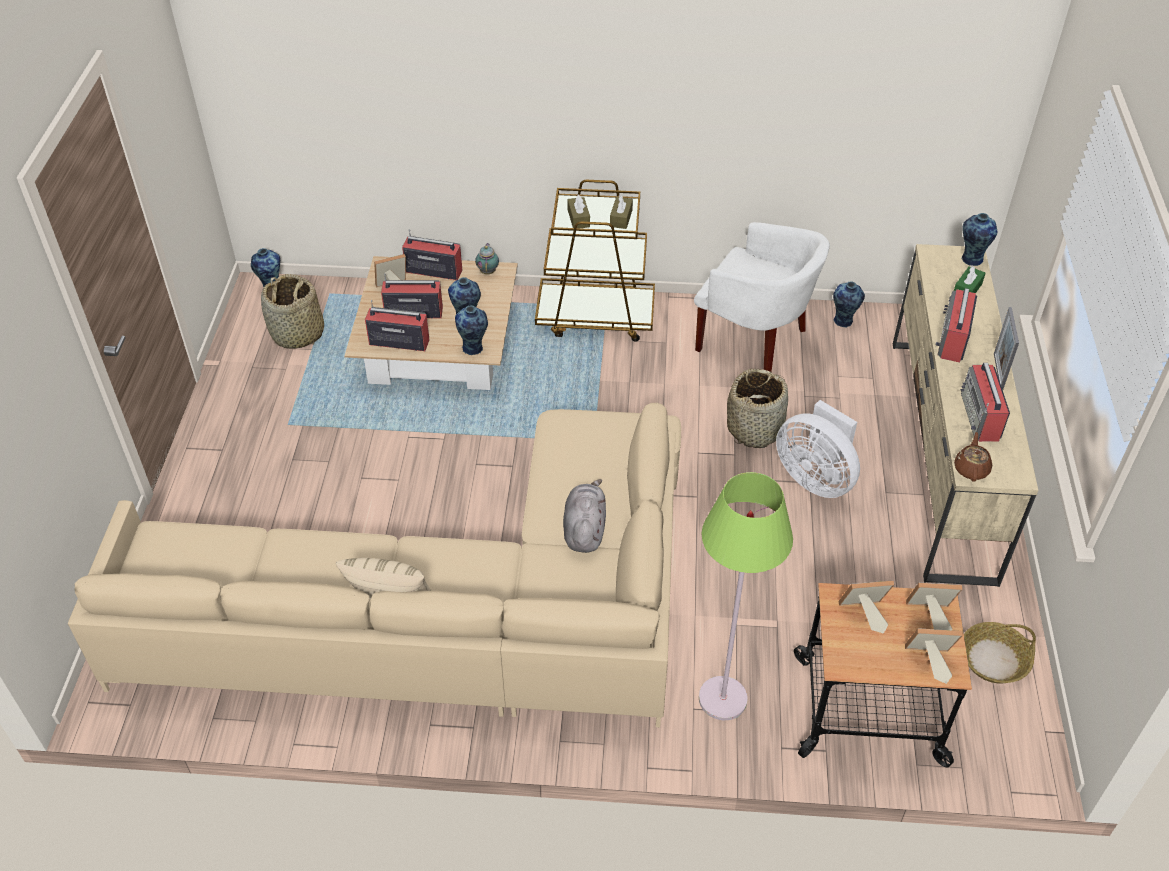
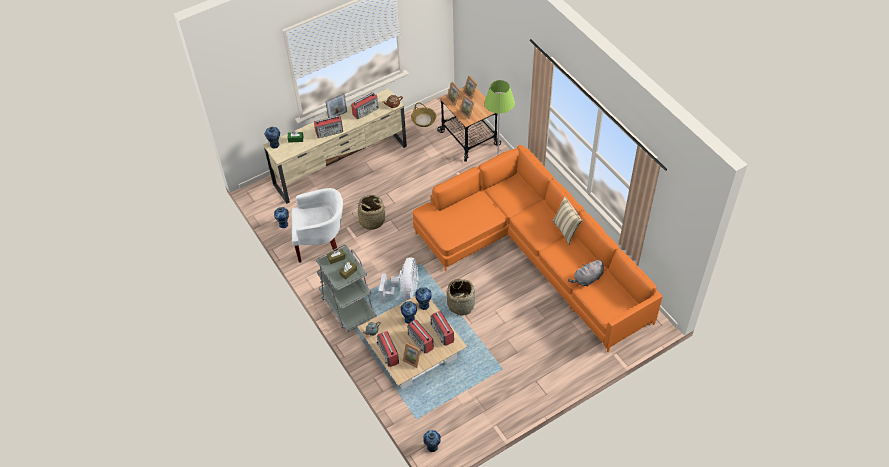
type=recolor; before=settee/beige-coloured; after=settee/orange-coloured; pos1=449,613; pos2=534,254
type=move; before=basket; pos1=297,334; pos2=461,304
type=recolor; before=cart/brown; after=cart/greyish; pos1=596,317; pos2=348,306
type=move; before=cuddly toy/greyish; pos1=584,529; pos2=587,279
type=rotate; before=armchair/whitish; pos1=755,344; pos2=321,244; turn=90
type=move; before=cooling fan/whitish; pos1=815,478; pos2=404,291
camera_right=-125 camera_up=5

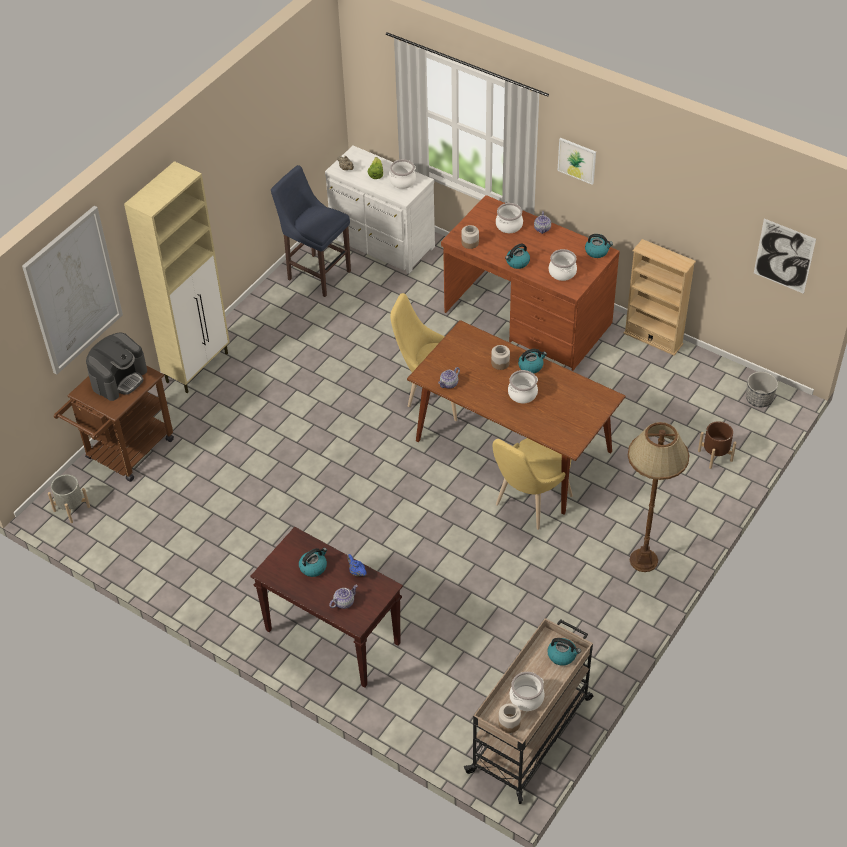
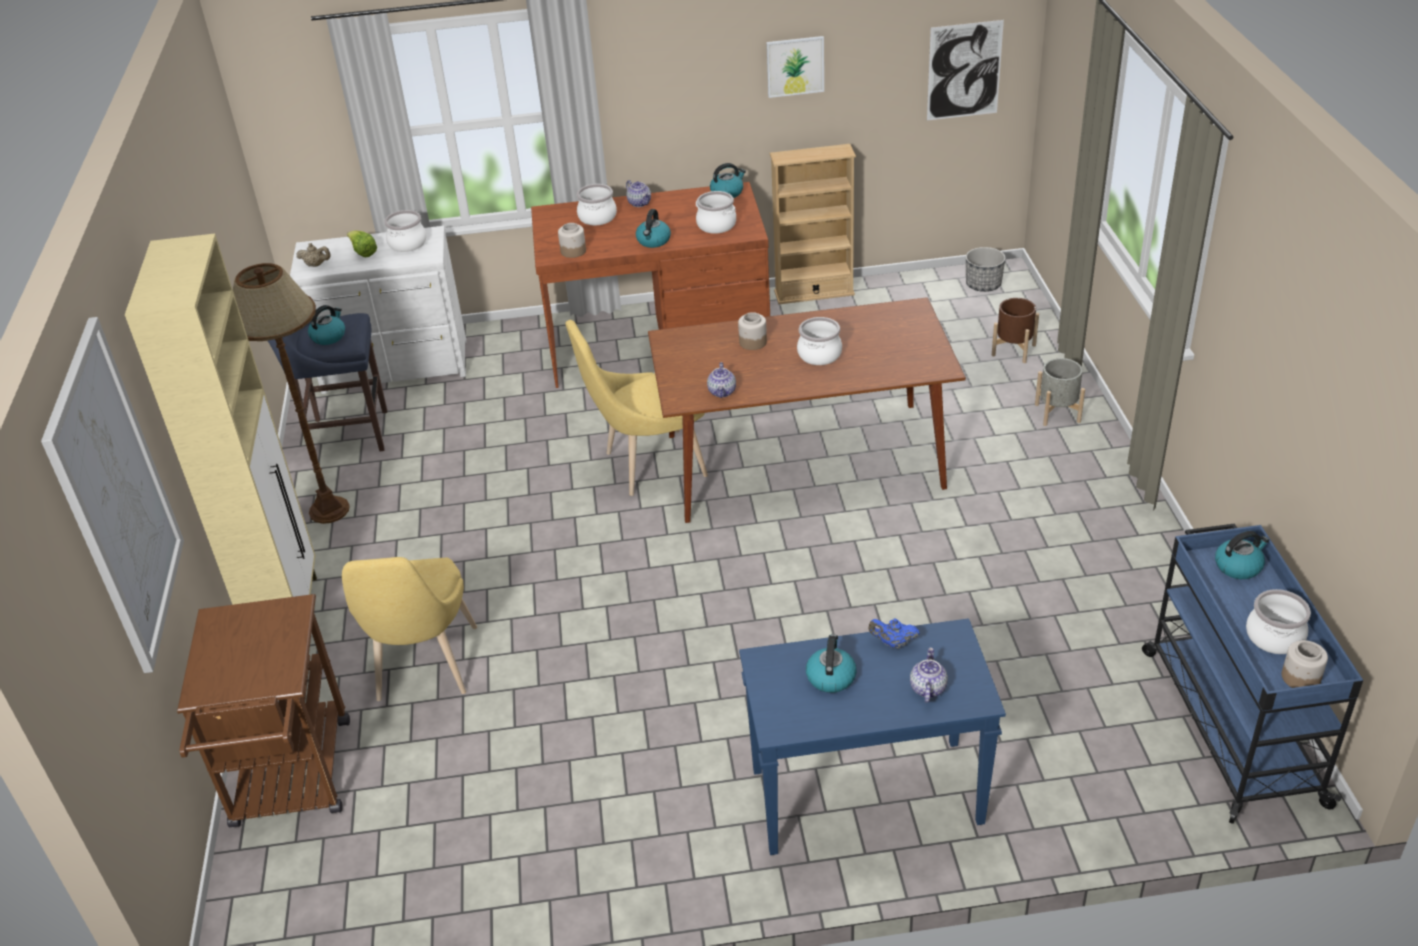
type=move; before=planter/greyish; pos1=71,509; pos2=1057,413
type=delete; before=coffee machine; pos1=119,378
type=recolor; before=narrow table/brown; after=narrow table/blue-coloured; pos1=331,637; pos2=864,798
type=recolor; before=cart/beige-coloured; after=cart/blue-coloured; pos1=531,733; pos2=1230,724
type=move; before=plain chair/yellow; pos1=529,503; pos2=424,670
type=move; before=tea kettle; pos1=531,366; pos2=328,336
type=move; before=wall art; pos1=577,160; pos2=795,66
type=move; before=floor lamp/brown; pos1=643,560; pos2=329,510
camera_right=-40 camera_up=-10

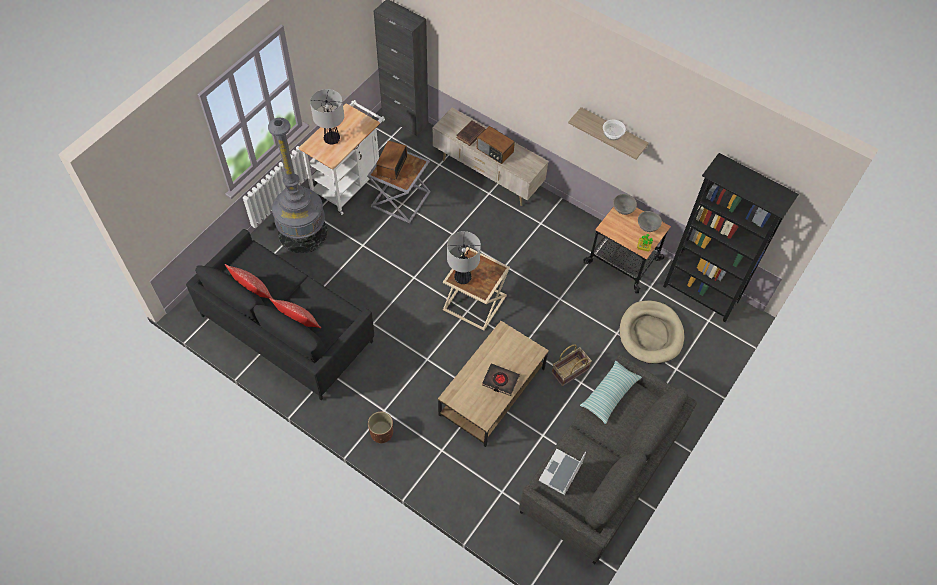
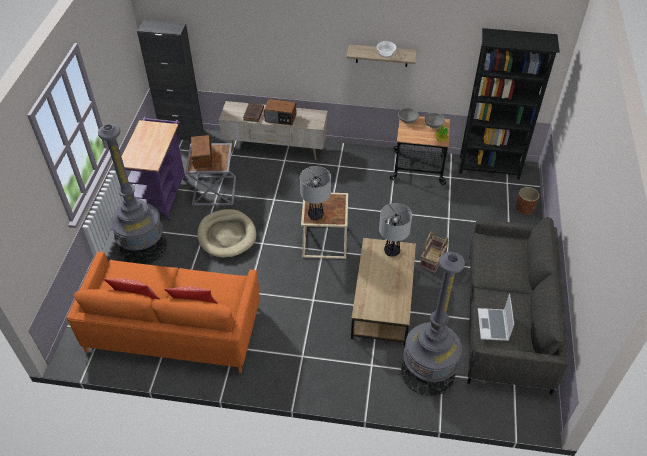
type=recolor; before=settee/black; after=settee/orange-coloured; pos1=287,328; pos2=174,328
type=recolor; before=cart/whitish; after=cart/purplish; pos1=349,182; pos2=162,194
type=move; before=table lamp; pos1=331,139; pos2=392,252
type=move; before=planter/brown; pos1=381,433; pos2=524,208
type=delete; before=volume/black; pos1=500,381
type=delete; before=throw pillow; pos1=609,394
type=move; before=pet bed/beige-coloured; pos1=650,334; pos2=227,235
type=insert; after=floor lamp/greyish; pos2=428,371
camera_right=-25 camera_up=-10

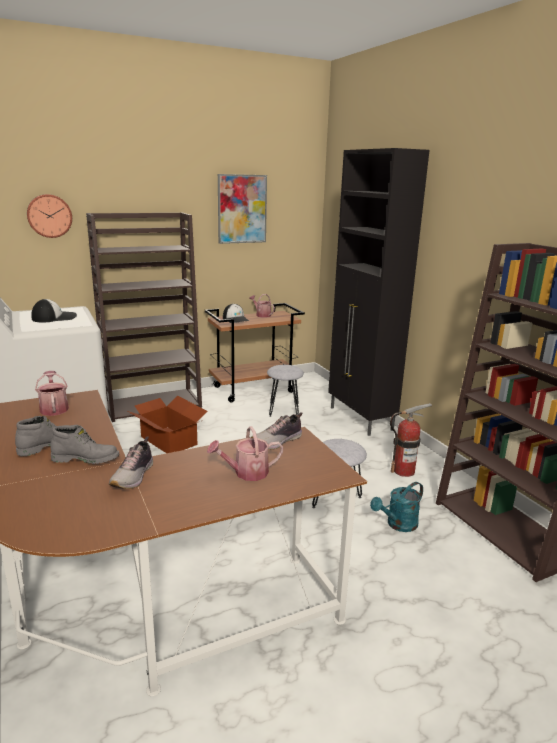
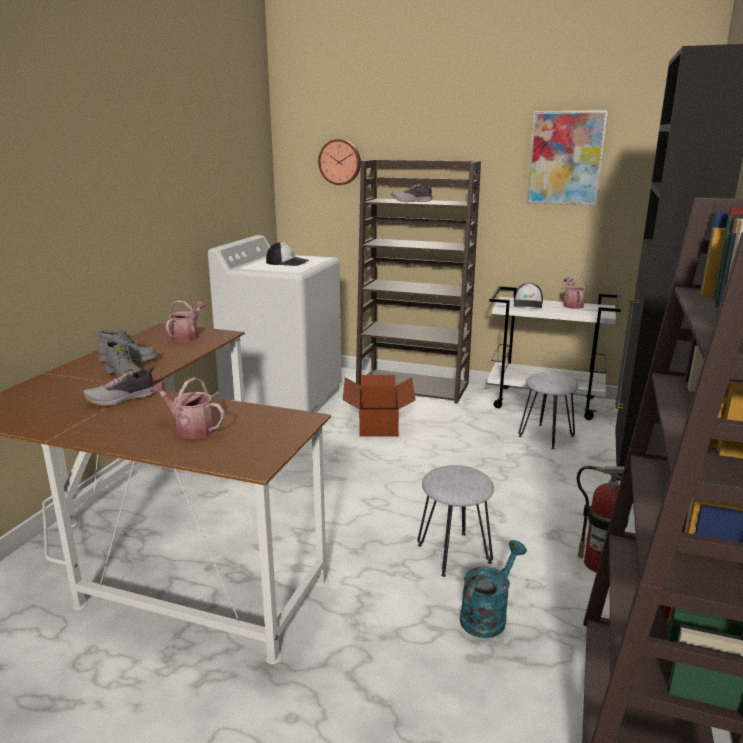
type=recolor; before=cart/brown; after=cart/whitish; pos1=254,389; pos2=545,403
type=move; before=shoe; pos1=278,441; pos2=412,201
type=rotate; before=watering pot/turquoise-coloured; pos1=398,525; pos2=487,615; turn=120
camera_right=45 camera_up=0

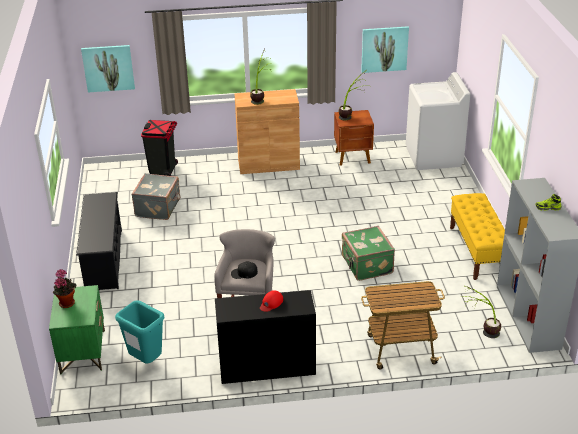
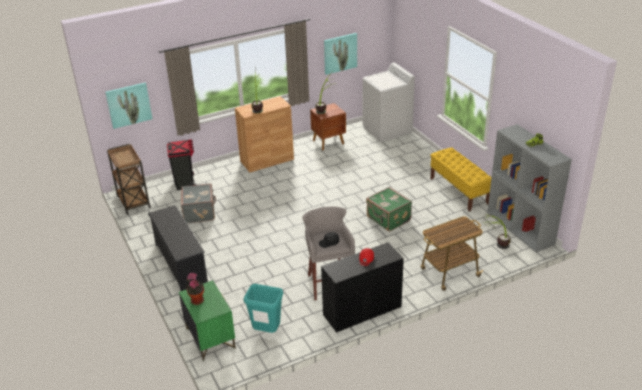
type=insert; after=cart/brown; pos2=133,201
camera_right=-20 camera_up=0

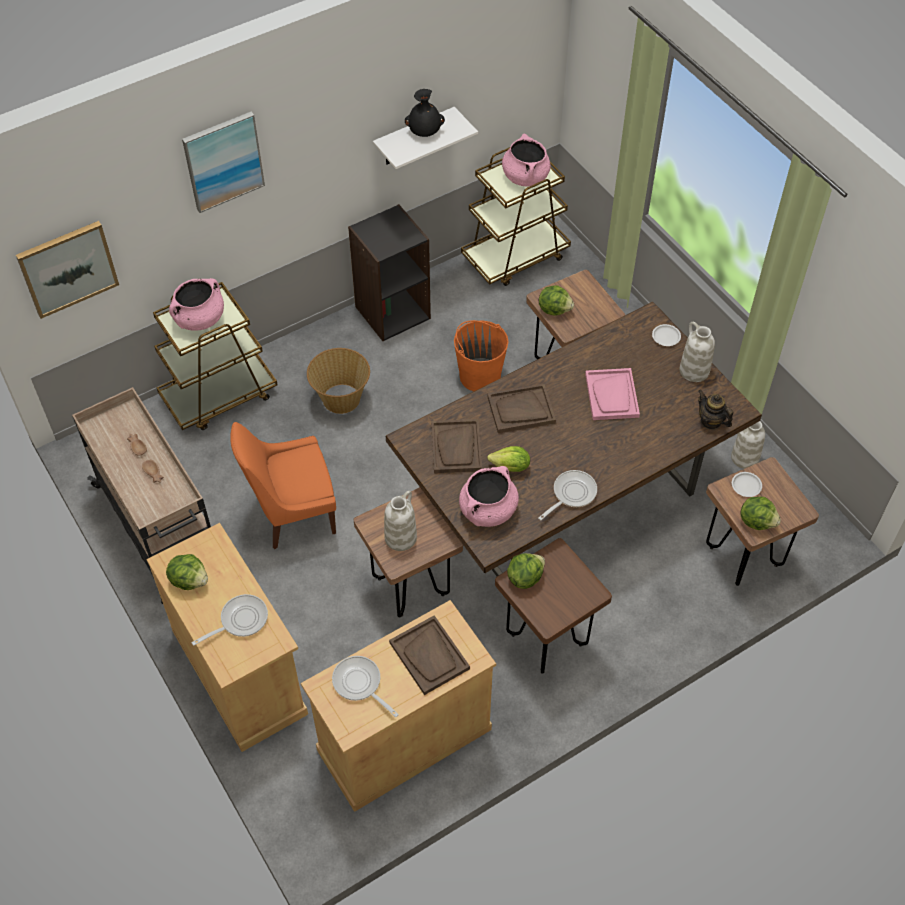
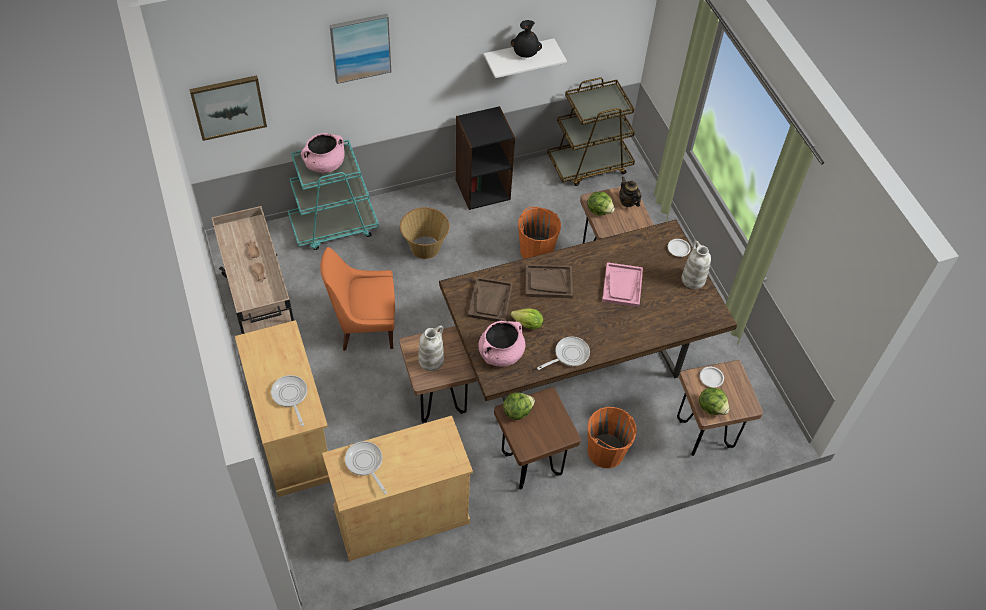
type=recolor; before=cart/brown; after=cart/turquoise-coloured; pos1=220,395; pos2=334,226
type=delete; before=lettuce; pos1=189,580
type=rotate; before=skillet; pos1=240,620; pos2=290,396; turn=-90
type=delete; before=carrying tray/brown; pos1=429,656
type=delete; before=saucepot/pinkish; pos1=525,177
type=move; before=teapot; pos1=711,421; pos2=628,201
type=delete; before=flower vase/whitish; pos1=744,458
type=insert; after=pail/orange-coloured; pos2=606,452
camera_right=10 camera_up=0

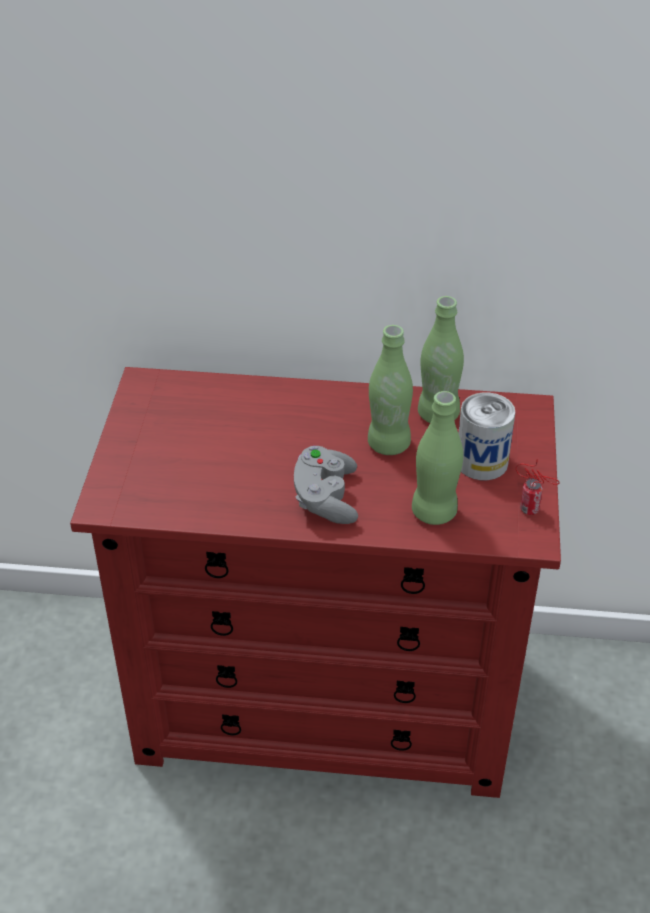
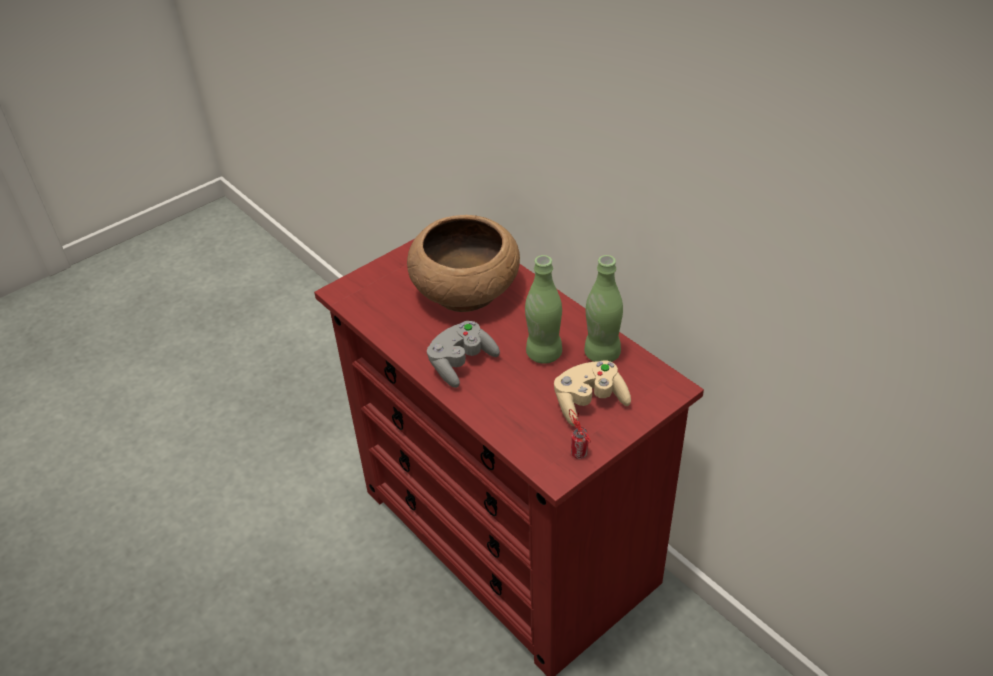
type=delete; before=beverage bottle/green-coloured; pos1=434,512
type=replace; before=sealed can; after=game controller/beige-coloured; pos1=481,462; pos2=589,402
type=insert; after=deep dish/brown; pos2=467,291
camera_right=45 camera_up=0

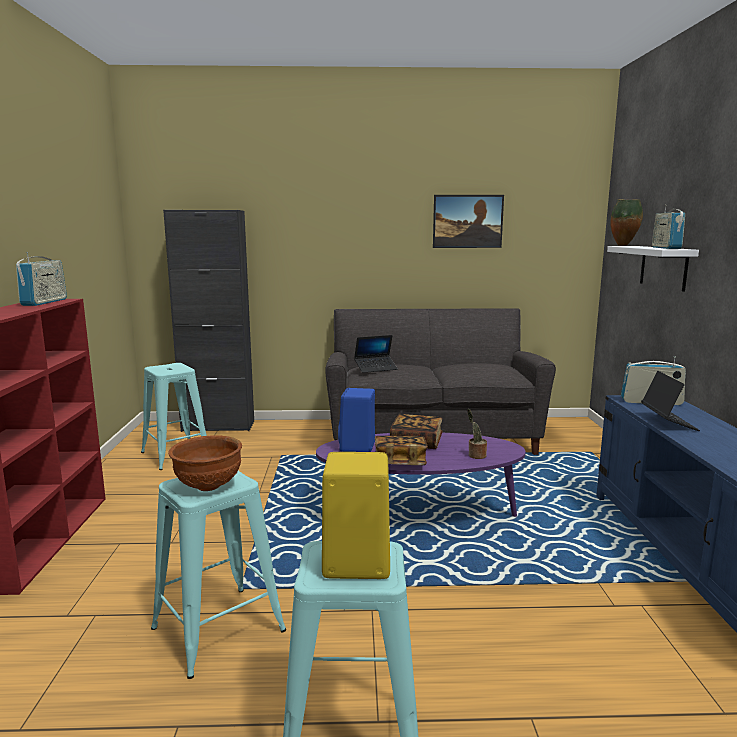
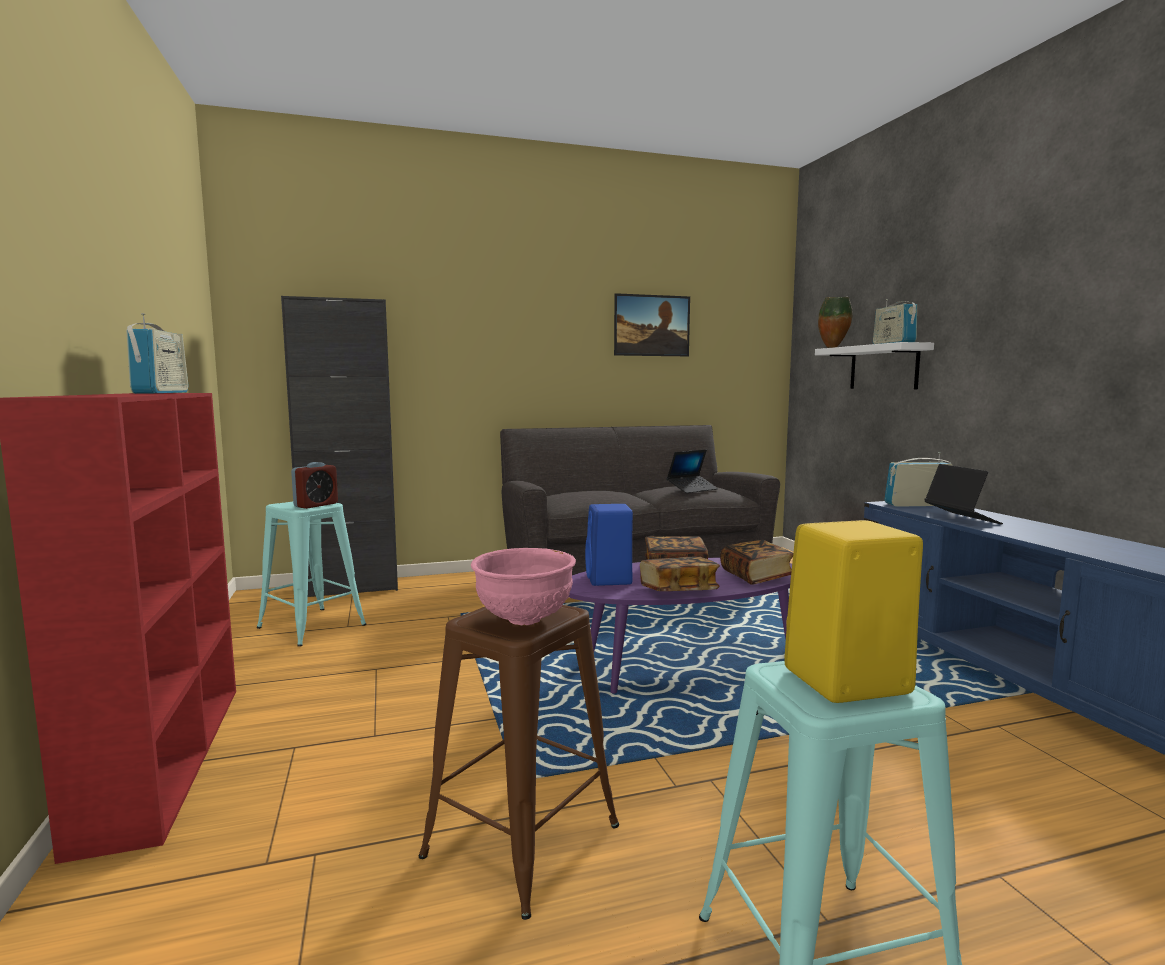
type=recolor; before=sitting stool/turquoise-coloured; after=sitting stool/brown; pos1=218,629; pos2=522,841
type=recolor; before=deep dish/brown; after=deep dish/pinkish; pos1=207,486; pos2=523,619
type=move; before=notebook computer; pos1=376,368; pos2=692,489
type=replace; before=houseplant; after=volume; pos1=475,455; pos2=756,577
type=insert; after=bedside clock; pos2=316,505
camera_right=-15 camera_up=-5

